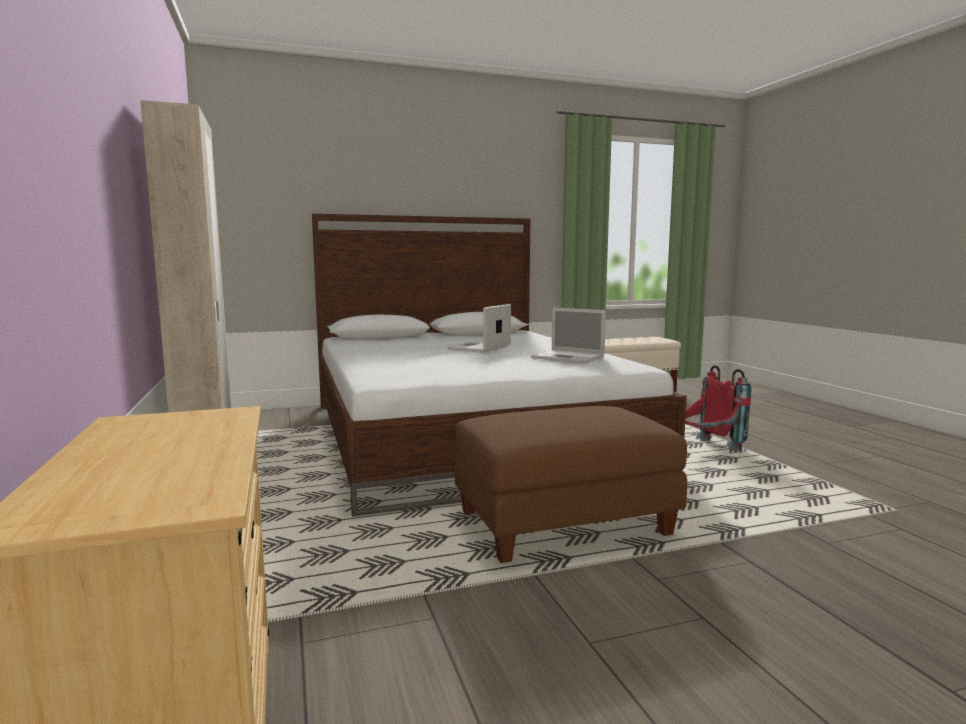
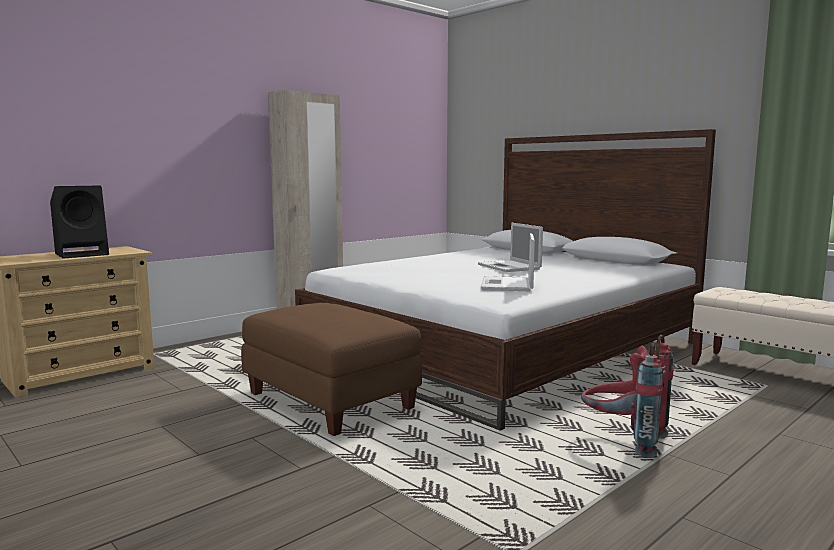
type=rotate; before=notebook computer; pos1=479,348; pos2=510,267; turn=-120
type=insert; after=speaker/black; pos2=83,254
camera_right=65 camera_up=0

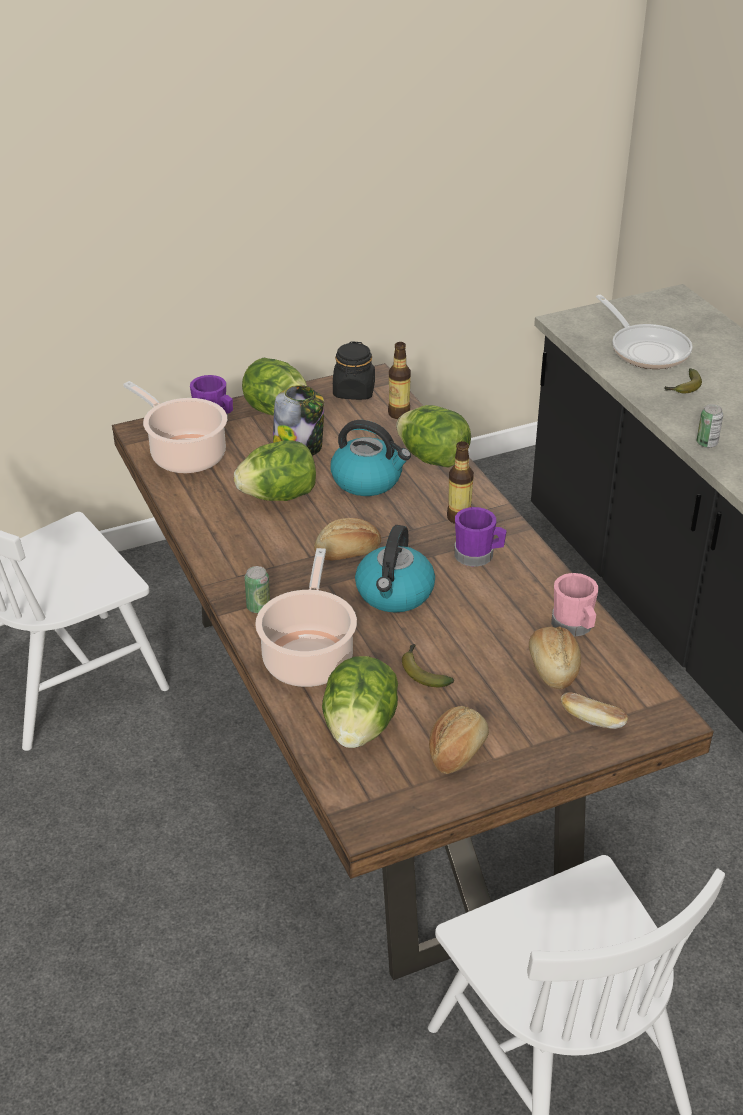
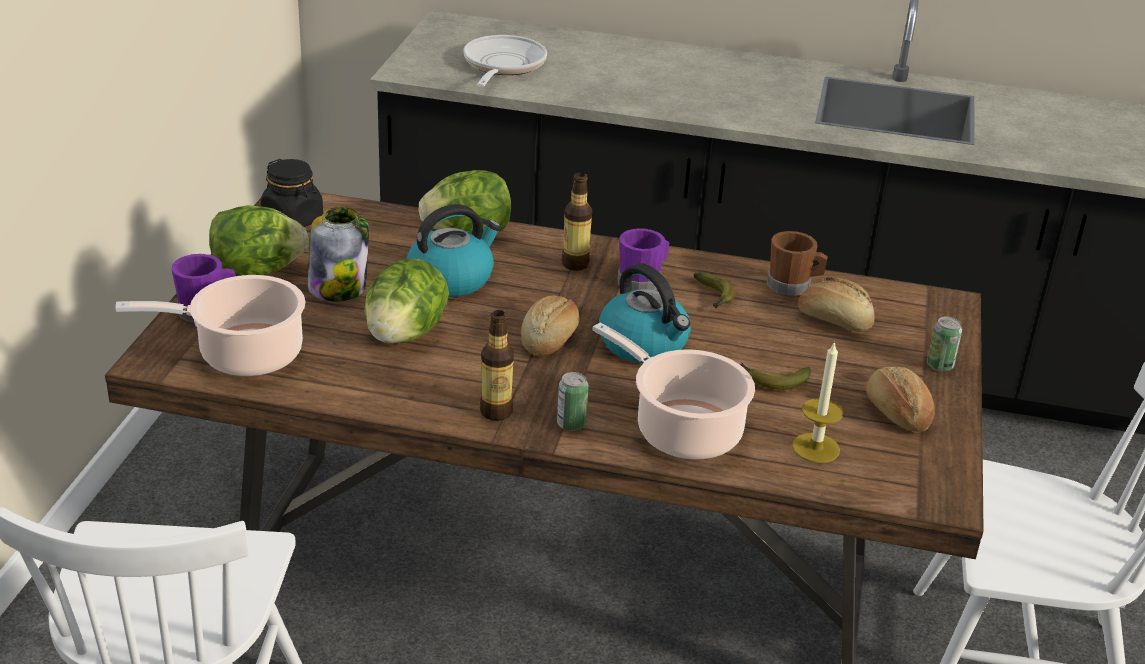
type=replace; before=lettuce; after=wax light; pos1=360,728; pos2=816,448
type=move; before=beverage bottle; pos1=399,414; pos2=496,412
type=recolor; before=tea mug/pinkish; after=tea mug/brown; pos1=574,626; pos2=793,286
type=delete; before=bakery bread; pos1=592,720
type=rotate; before=skillet; pos1=646,349; pos2=502,66; turn=-90
type=move; before=banana fruit; pos1=683,388; pos2=714,297
type=move; before=sealed can; pos1=707,443; pos2=939,365
camera_right=-55 camera_up=-5

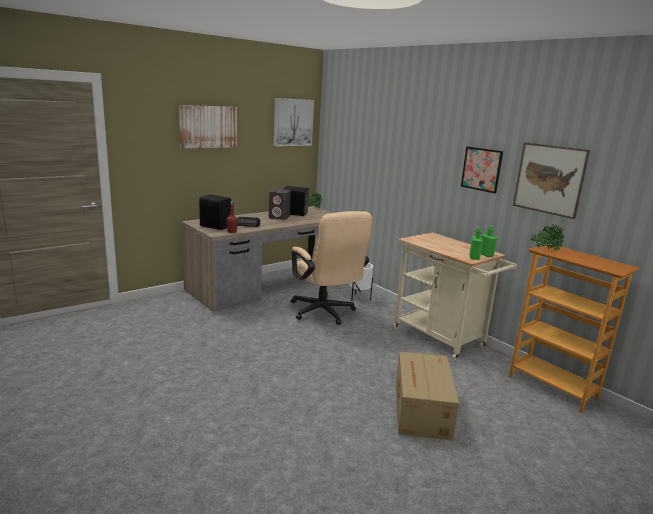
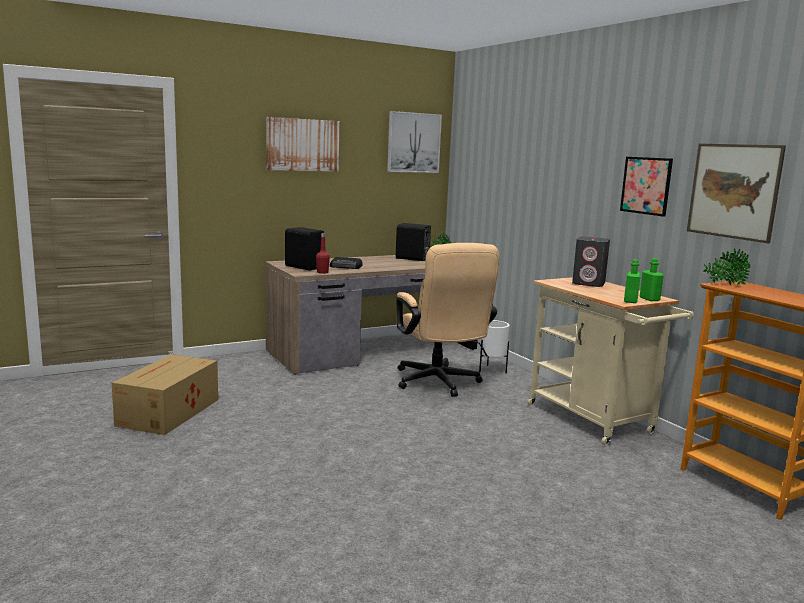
type=move; before=speaker/greyish; pos1=279,217; pos2=589,283
type=move; before=packing box; pos1=421,410; pos2=167,412
camera_right=10 camera_up=-5

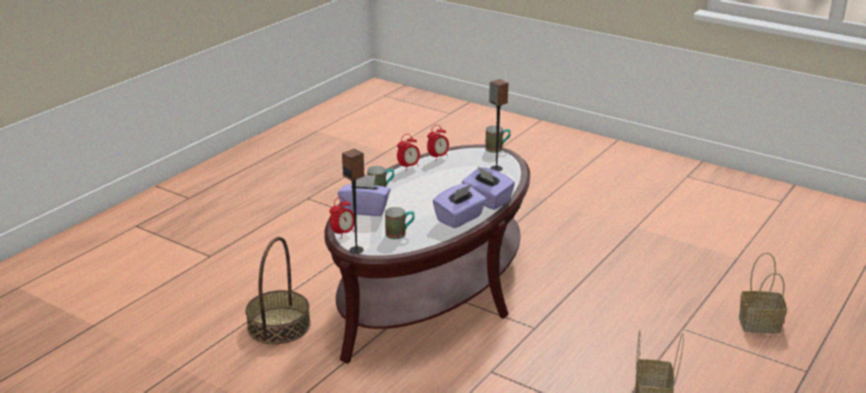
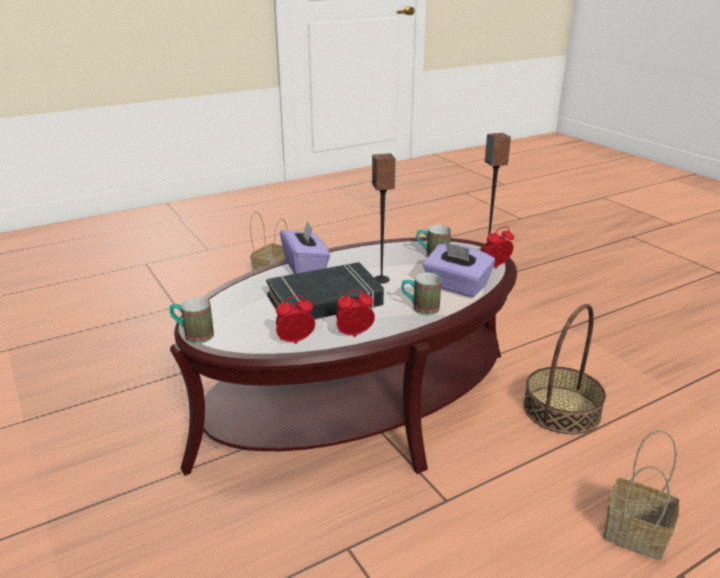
type=delete; before=tissue box/purplish; pos1=459,218
type=move; before=speaker; pos1=496,168; pos2=381,279
type=move; before=basket; pos1=758,324; pos2=637,534
type=insert; after=volume/black; pos2=325,301
camera_right=-155 camera_up=0

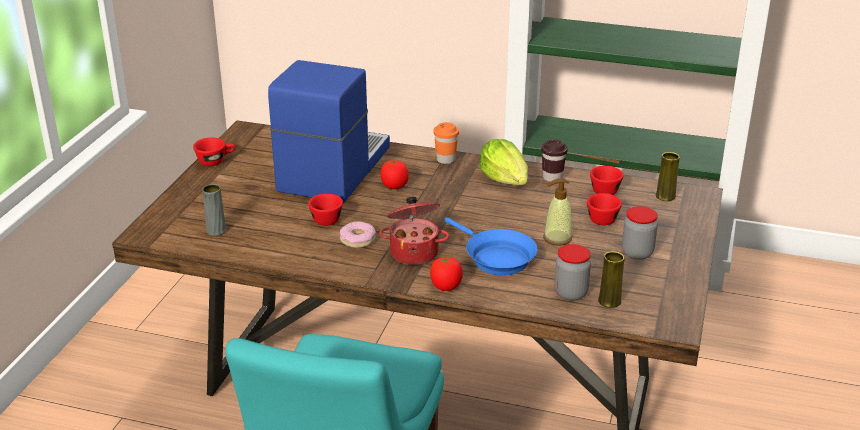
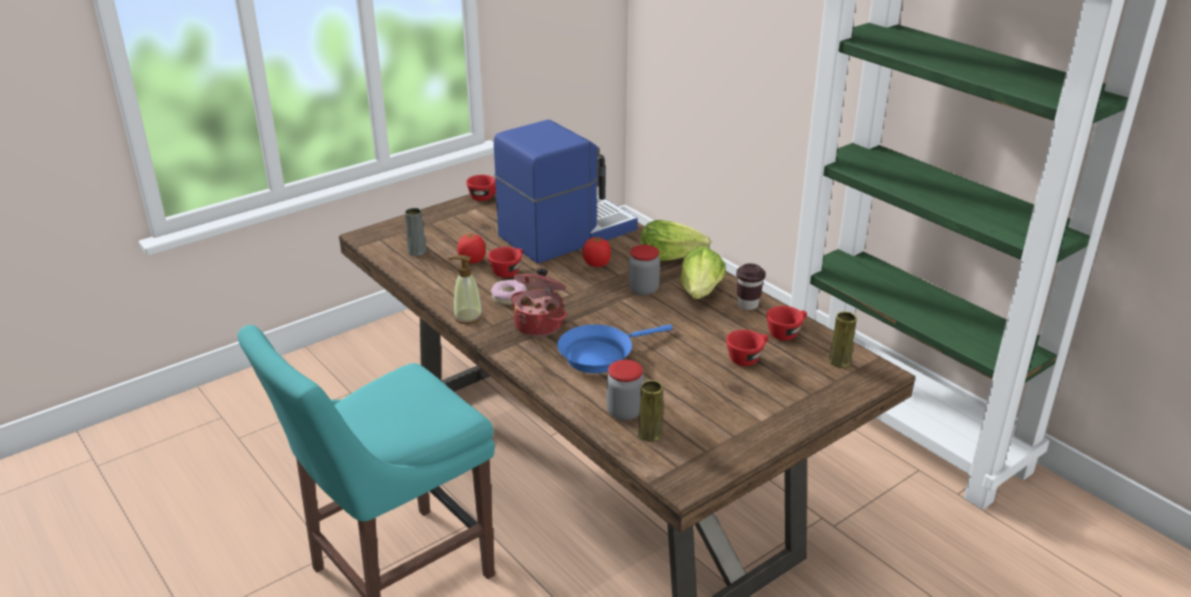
type=move; before=fresh tomato; pos1=446,286; pos2=472,260
type=replace; before=cup/orange-coloured; after=lettuce; pos1=445,160; pos2=670,256
type=rotate; before=skillet/blue-coloured; pos1=495,257; pos2=600,355; turn=60
type=move; before=liquid soap bottle; pos1=557,238; pos2=467,317
type=move; before=jar; pos1=637,253; pos2=643,289
camera_right=35 camera_up=0

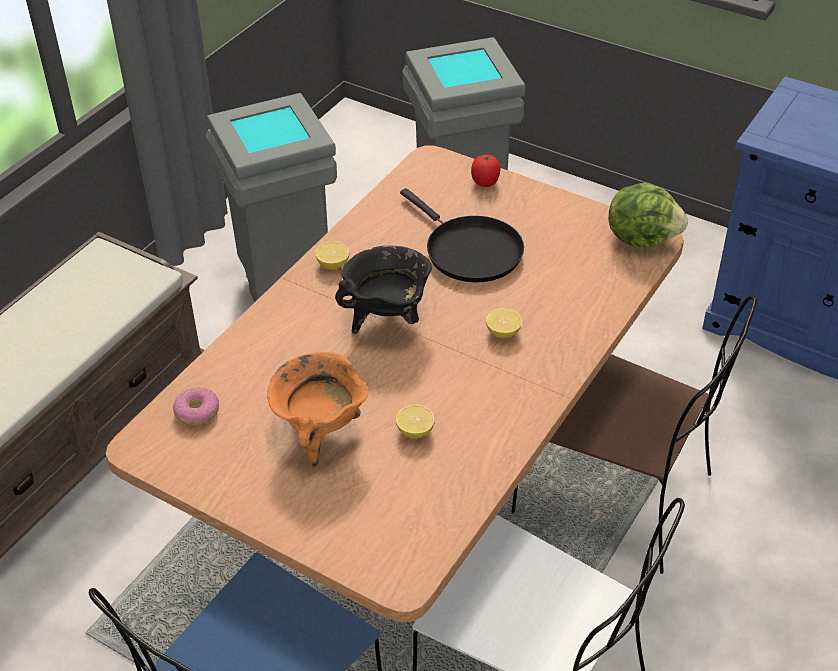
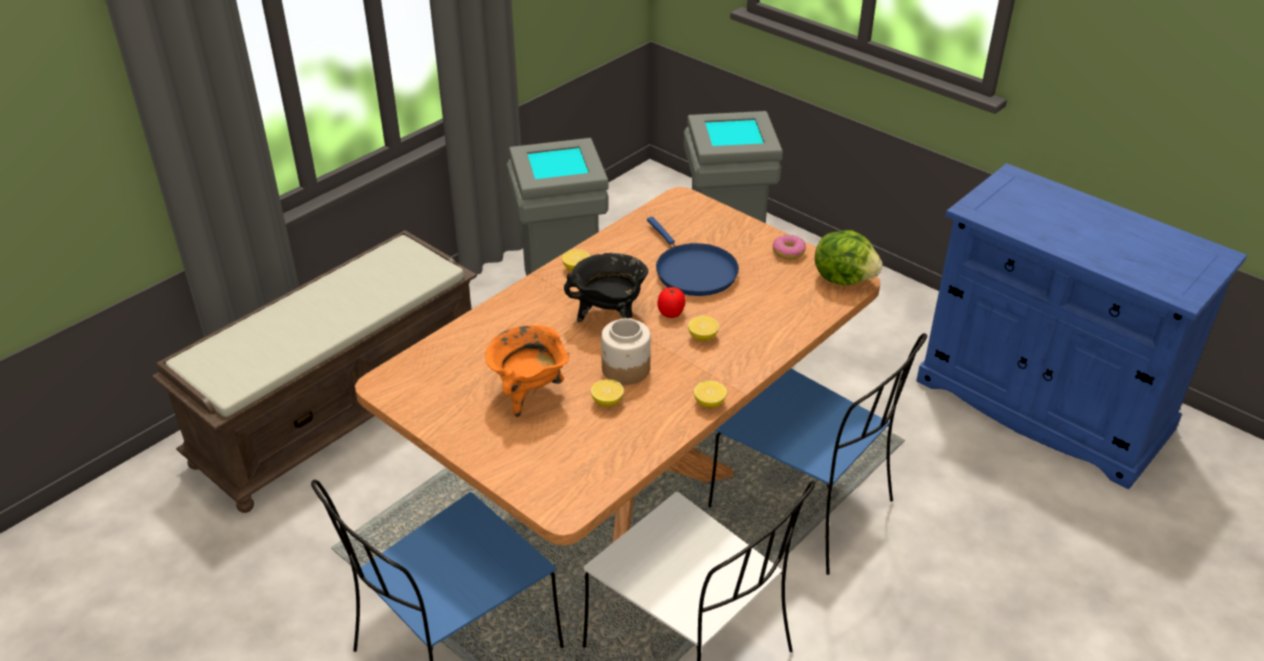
type=move; before=donut; pos1=197,412; pos2=788,252
type=recolor; before=skillet/black; after=skillet/blue-coloured; pos1=469,251; pos2=693,271
type=move; before=fresh tomato; pos1=485,182; pos2=671,313
type=recolor; before=plain chair/brown; after=plain chair/blue-coloured; pos1=617,496; pos2=805,506
type=insert; after=jar; pos2=625,369
type=insert; after=citrus fruit; pos2=709,403
camera_right=10 camera_up=-5

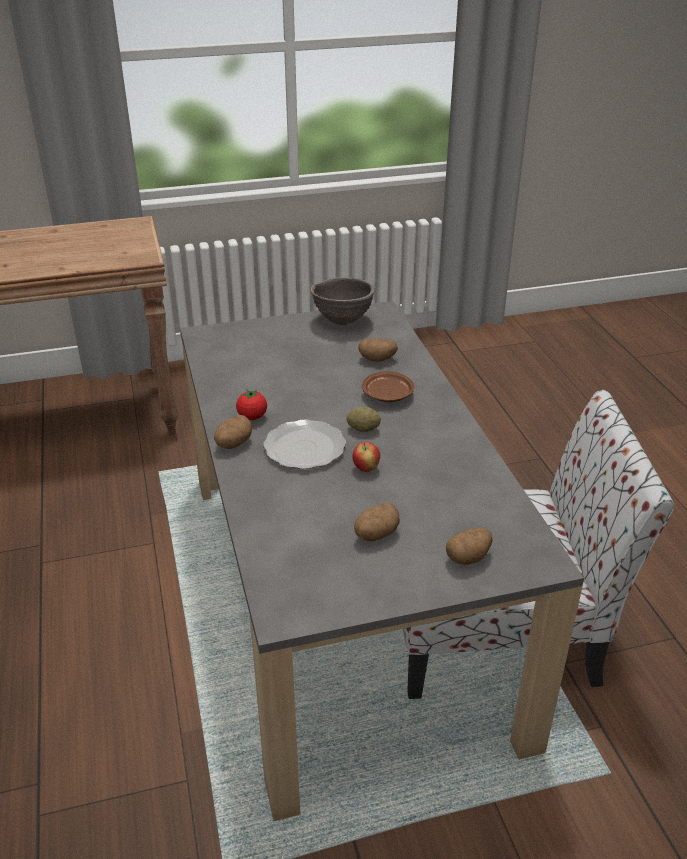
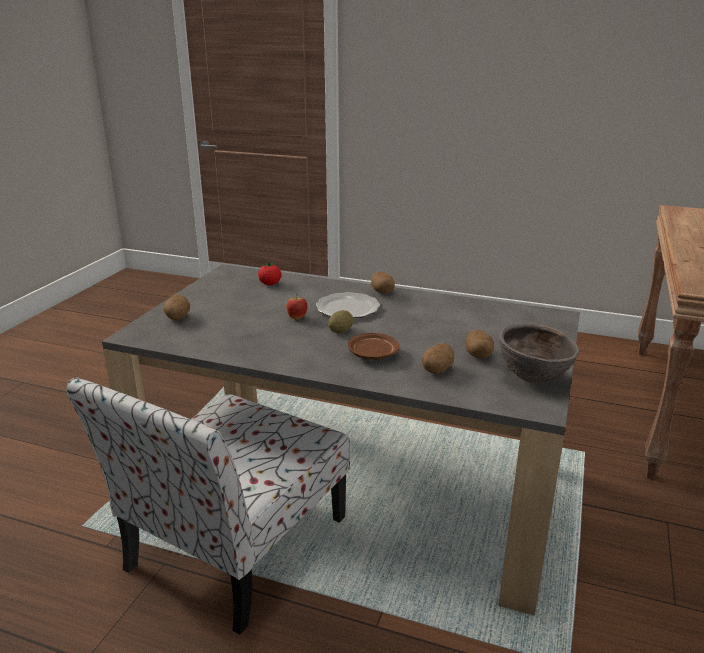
type=move; before=fresh tomato; pos1=252,417; pos2=270,284
type=move; before=whole potato; pos1=376,534; pos2=478,354
camera_right=125 camera_up=-10

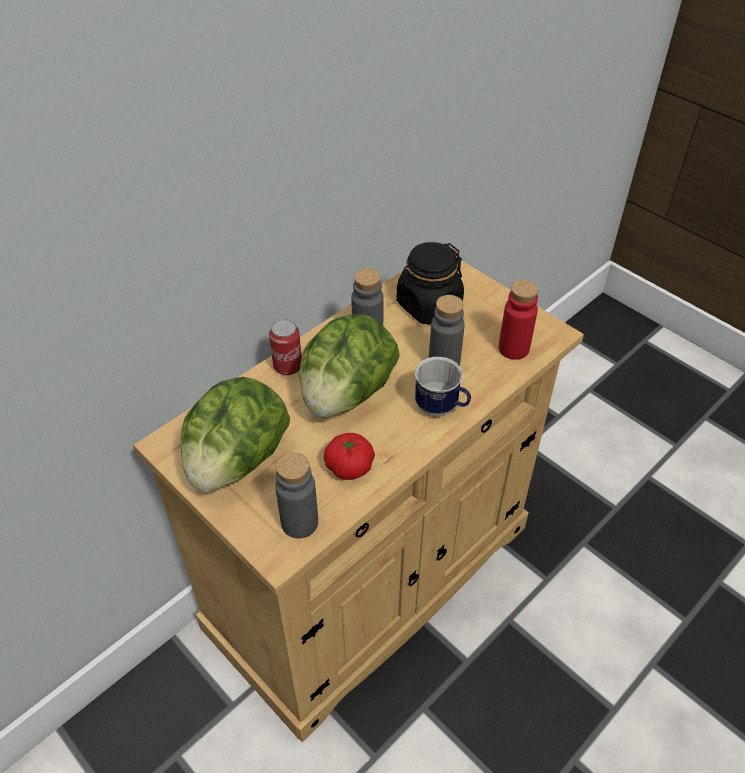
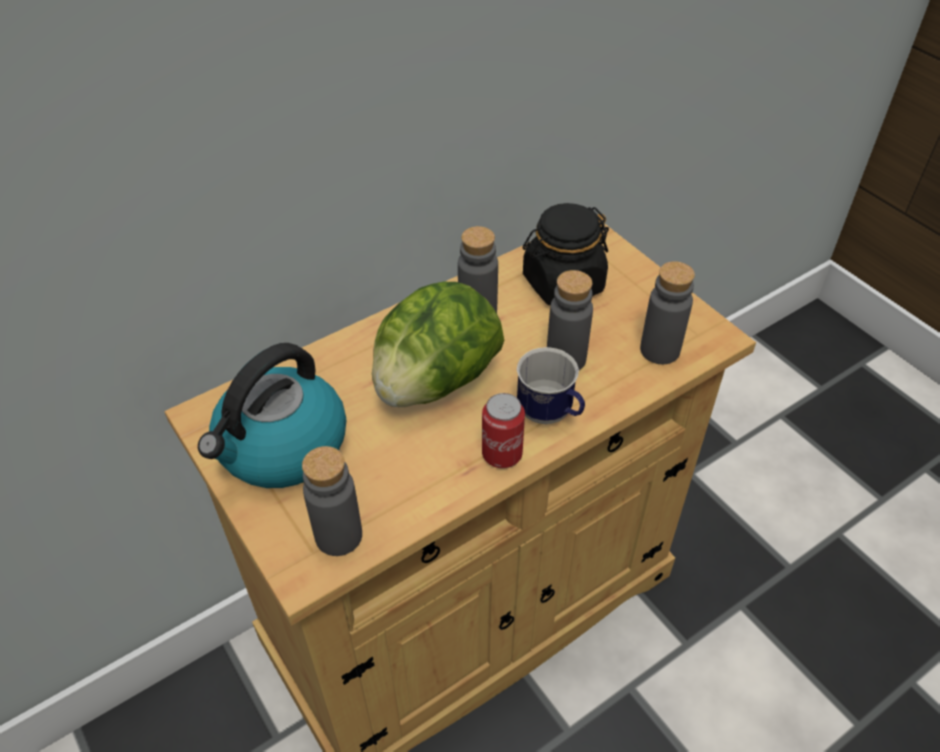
type=replace; before=lettuce; after=tea kettle; pos1=237,461; pos2=281,447
type=move; before=sealed can; pos1=288,366; pos2=502,454
type=delete; before=fresh tomato; pos1=349,467
type=recolor; before=beverage bottle/reddish; after=beverage bottle/greyish; pos1=513,348; pos2=660,350
camera_right=10 camera_up=0

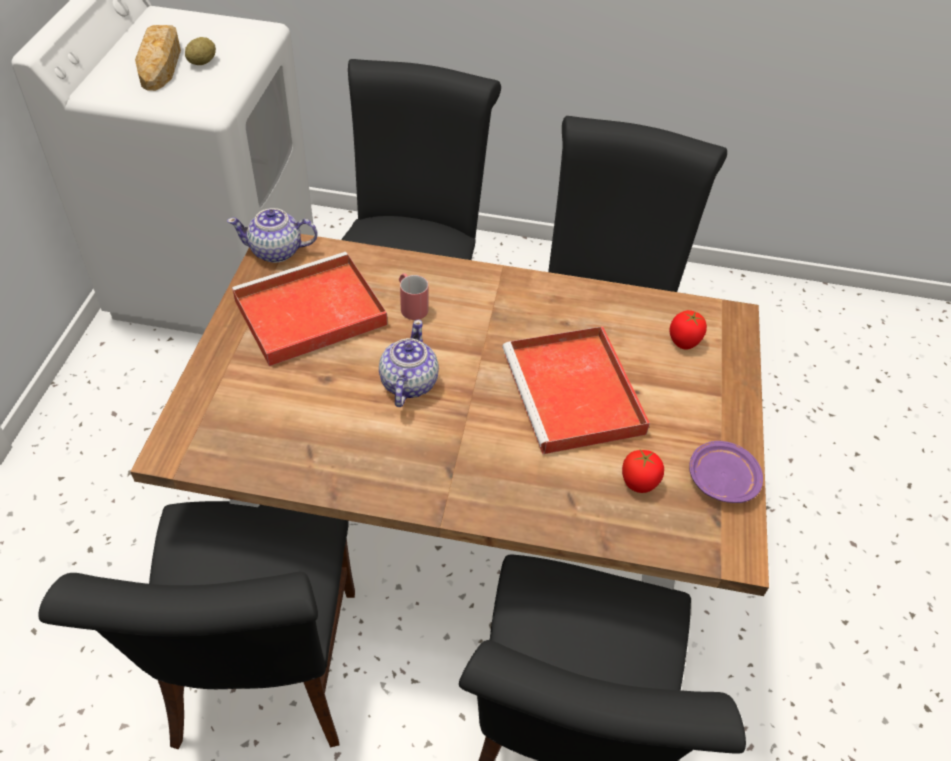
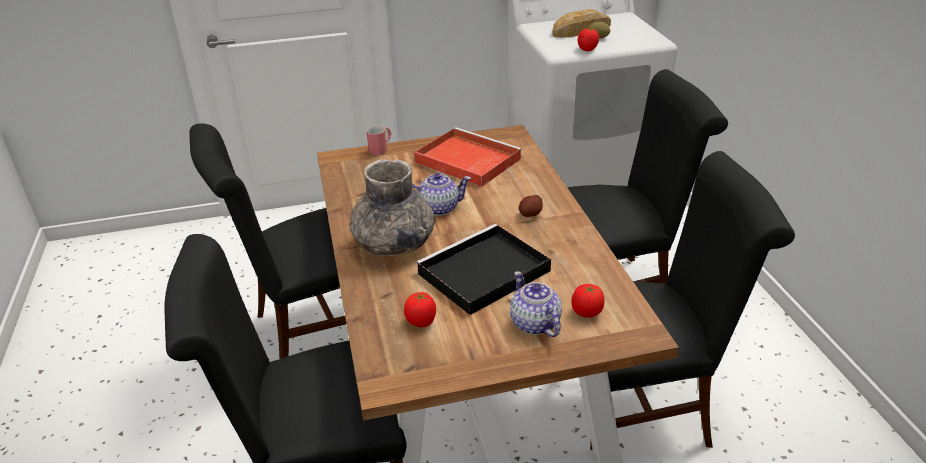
type=move; before=teapot; pos1=277,251; pos2=535,324
type=move; before=tea mug/reddish; pos1=411,305; pos2=381,149
type=recolor; before=carrying tray/reddish; after=carrying tray/black; pos1=575,395; pos2=482,273
type=delete; before=plate/purplish; pos1=721,479
type=insert; after=flower vase/greyish; pos2=393,244
type=insert; after=whole potato; pos2=530,214
type=insert; after=fresh tomato; pos2=587,49
camera_right=70 camera_up=-15

